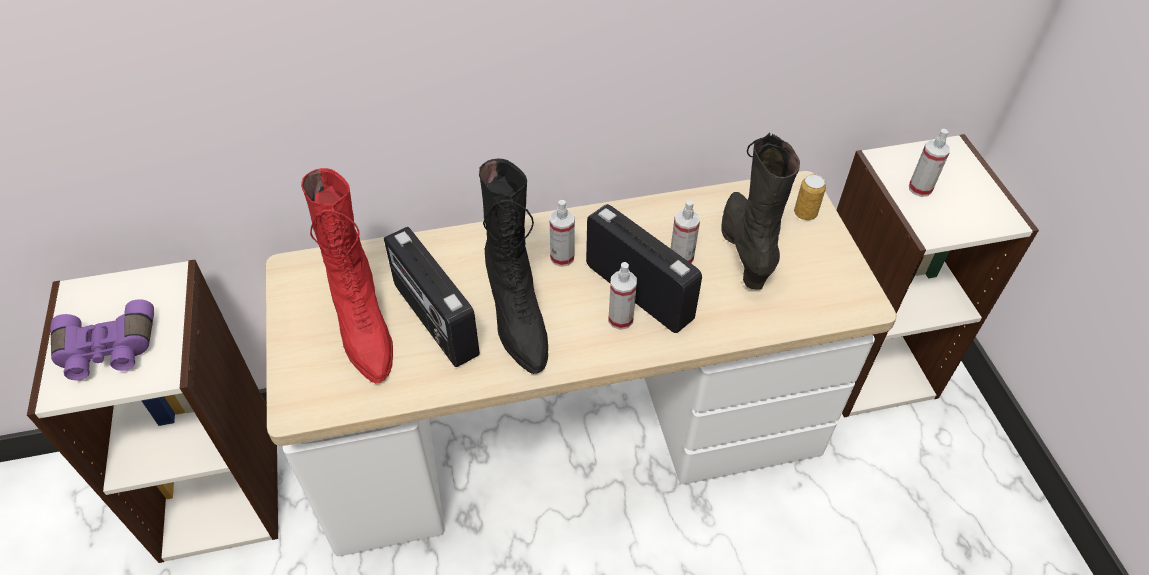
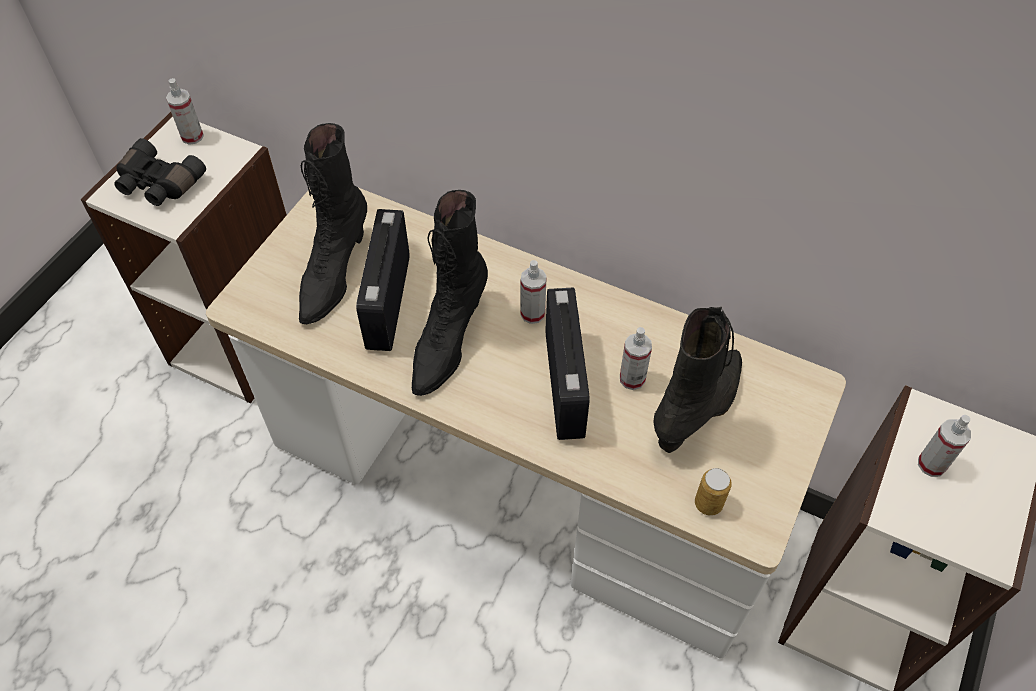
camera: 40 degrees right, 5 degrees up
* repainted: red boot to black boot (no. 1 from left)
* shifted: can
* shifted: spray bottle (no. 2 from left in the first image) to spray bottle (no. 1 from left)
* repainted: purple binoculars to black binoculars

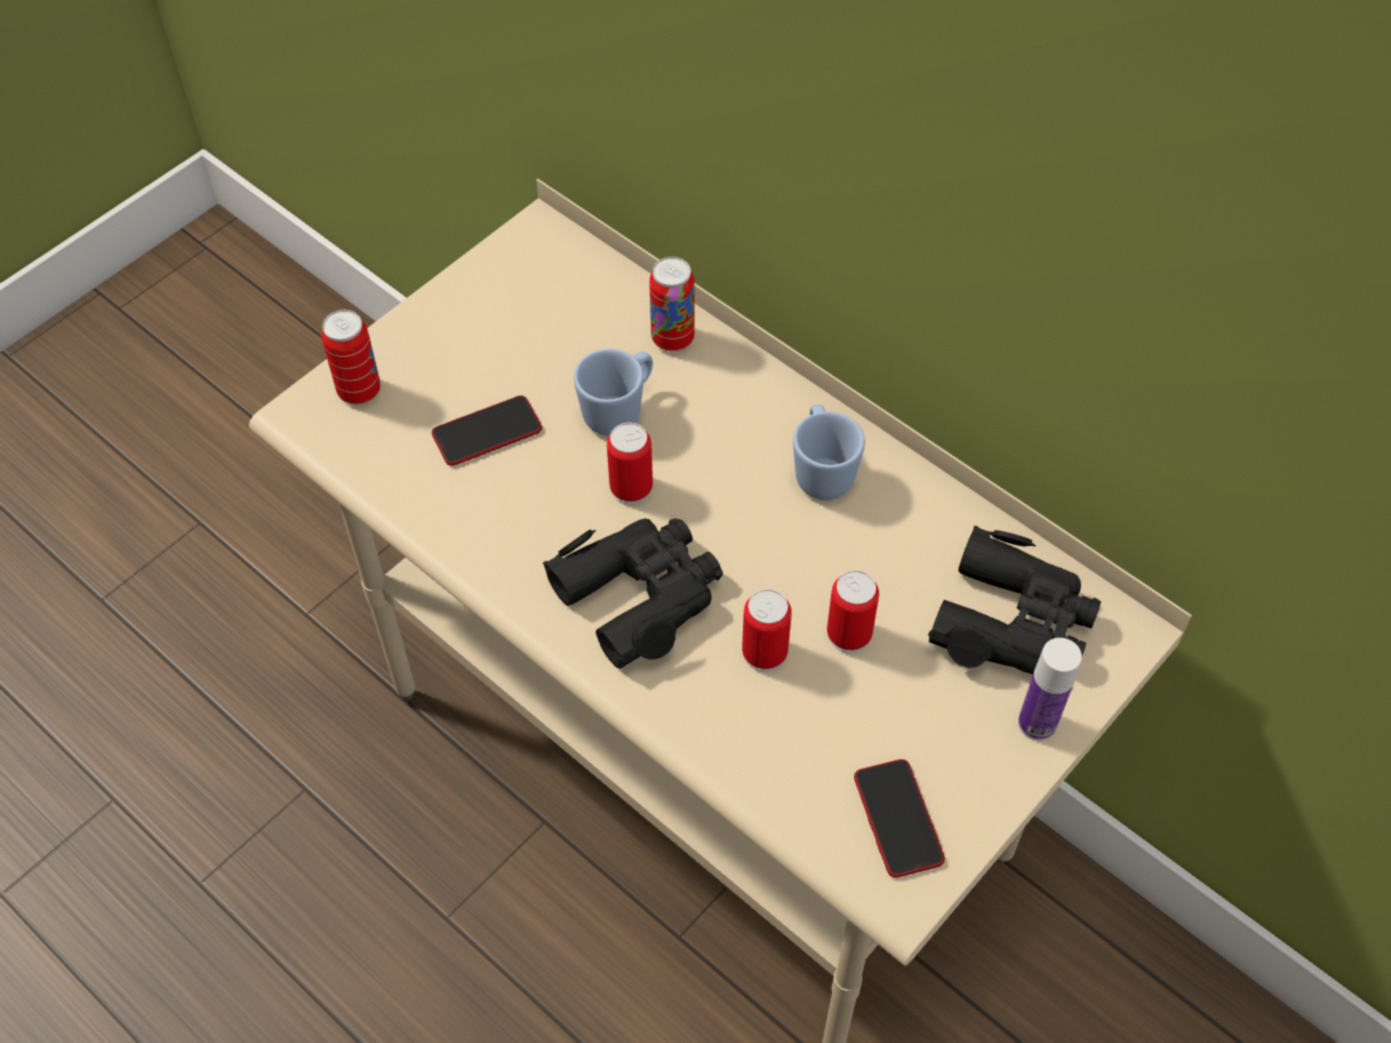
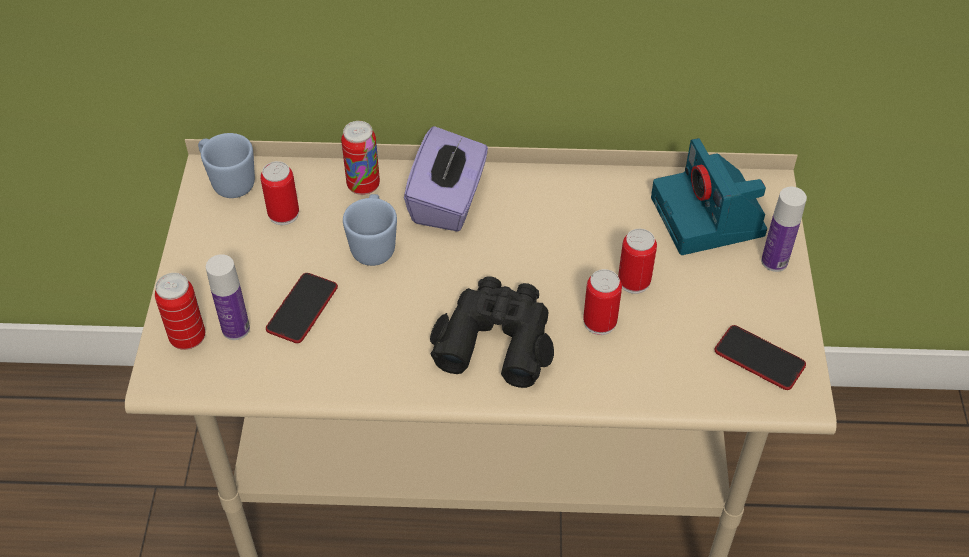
camera: 40 degrees left, 5 degrees down
* shifted: blue mug (no. 2 from left in the first image) to blue mug (no. 1 from left)
* shifted: can (no. 2 from left)
* swapped: black binoculars (no. 2 from left) to photo camera
* new: purple tissue box
* new: bottle (no. 1 from left)

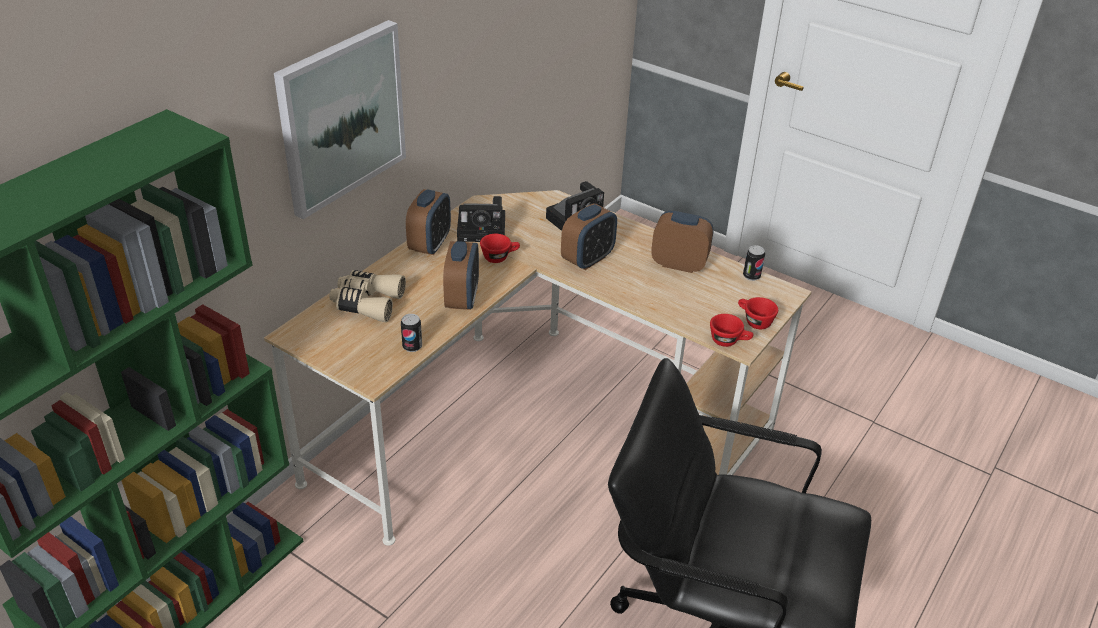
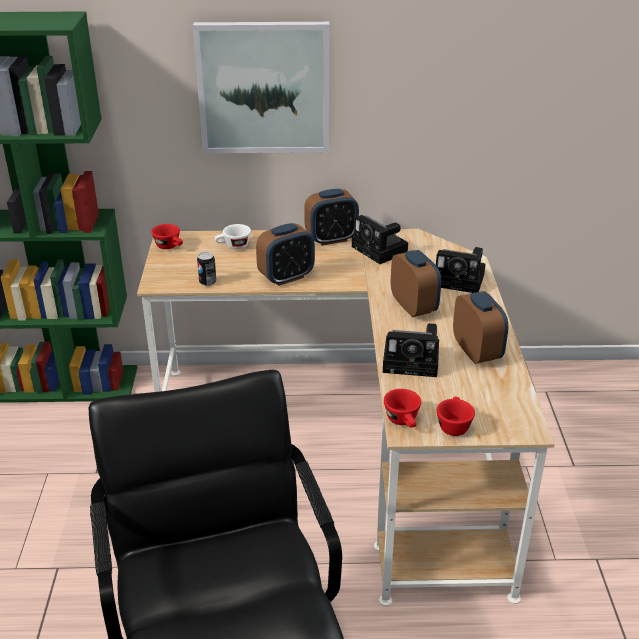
camera: 55 degrees right, 5 degrees down
* rotated: alarm clock (no. 3 from left) 120 degrees counterclockwise
* shifted: red cup (no. 1 from left)
* gone: can (no. 2 from left)
* swapped: beige binoculars to white cup
* new: photo camera (no. 2 from left)

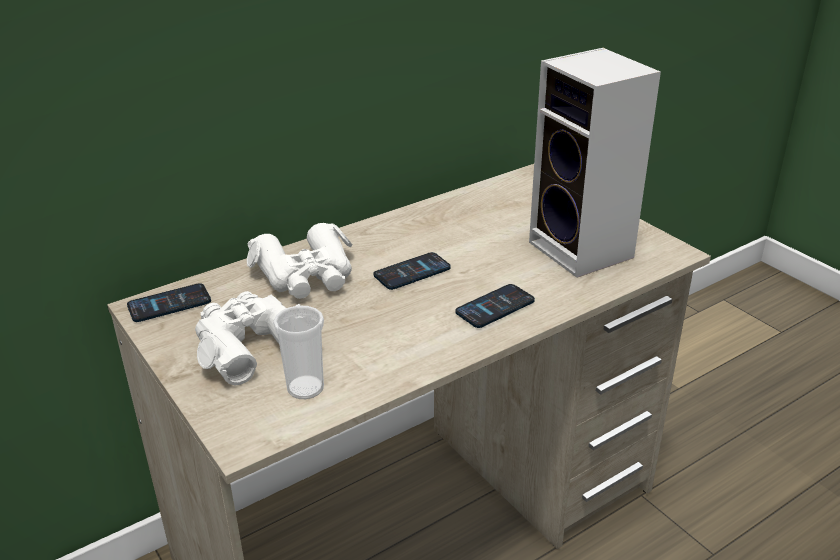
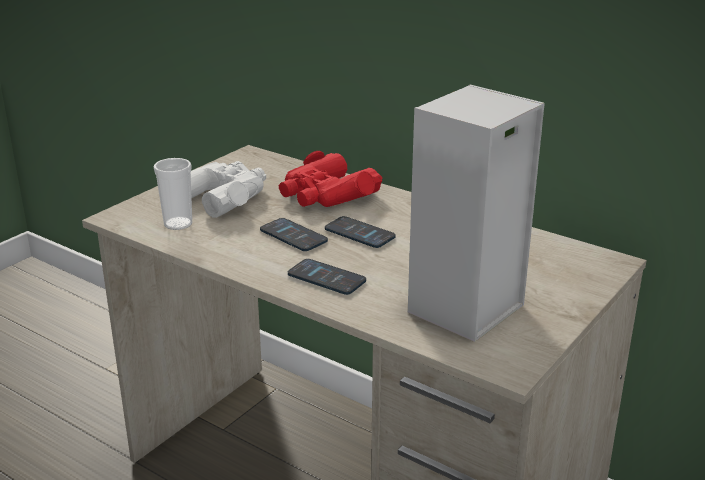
camera: 70 degrees right, 5 degrees down
* repainted: white binoculars (no. 2 from left) to red binoculars
* shifted: phone (no. 1 from left)

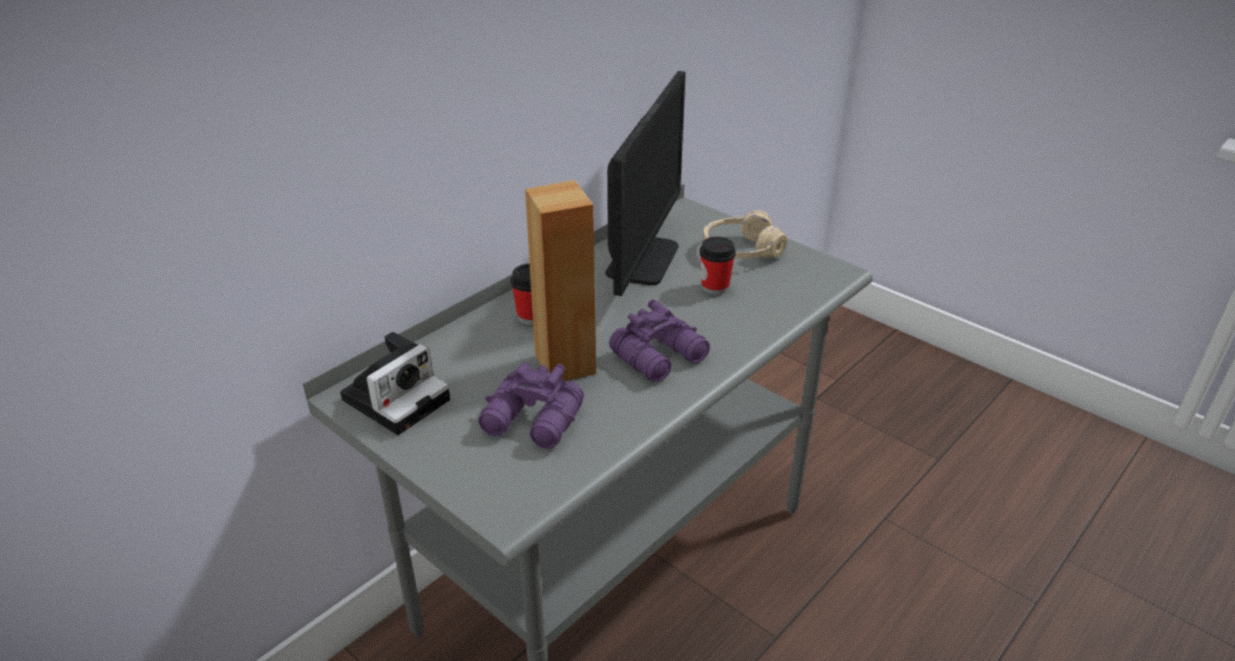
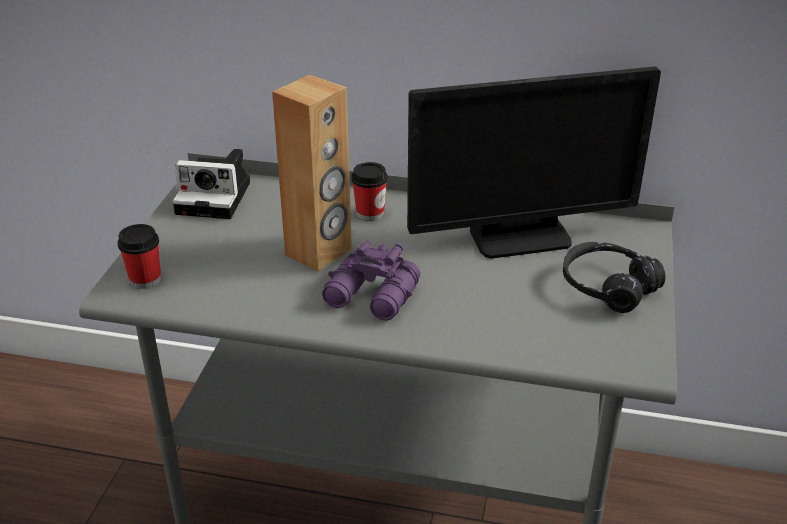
camera: 60 degrees right, 0 degrees up
* repainted: beige headphones to black headphones
* shifted: cup (no. 2 from left in the first image) to cup (no. 1 from left)
* gone: purple binoculars (no. 1 from left)

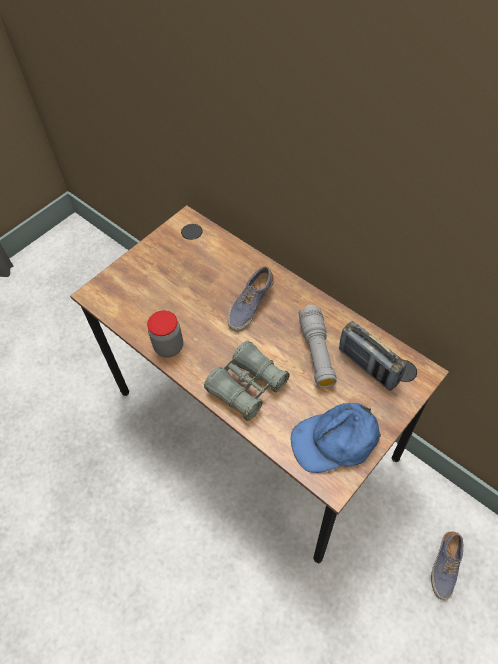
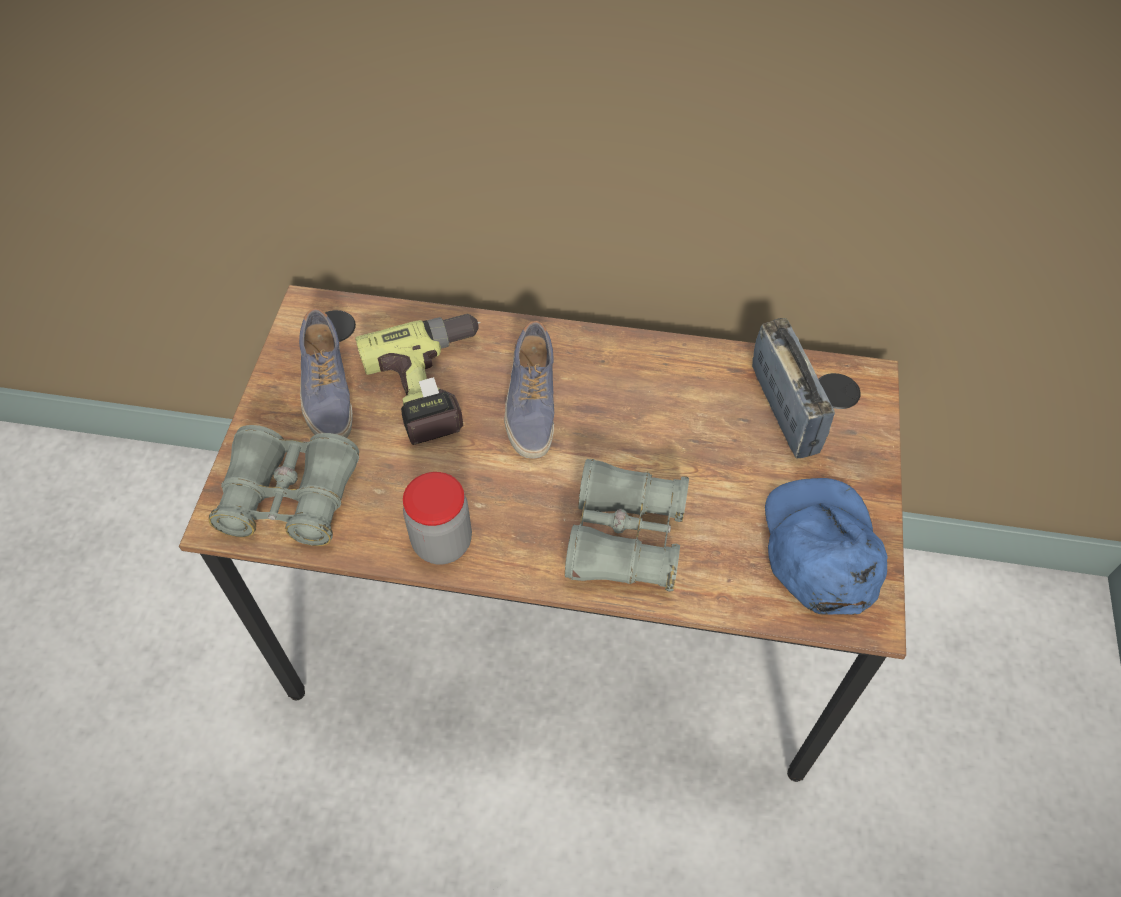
camera: 35 degrees left, 0 degrees up
* gone: grey flashlight
* rotated: radio 120 degrees counterclockwise
* rotated: blue cap 135 degrees clockwise
* shifted: shoe (no. 2 from left in the first image) to shoe (no. 1 from left)
* new: power drill
* new: grey binoculars (no. 1 from left)

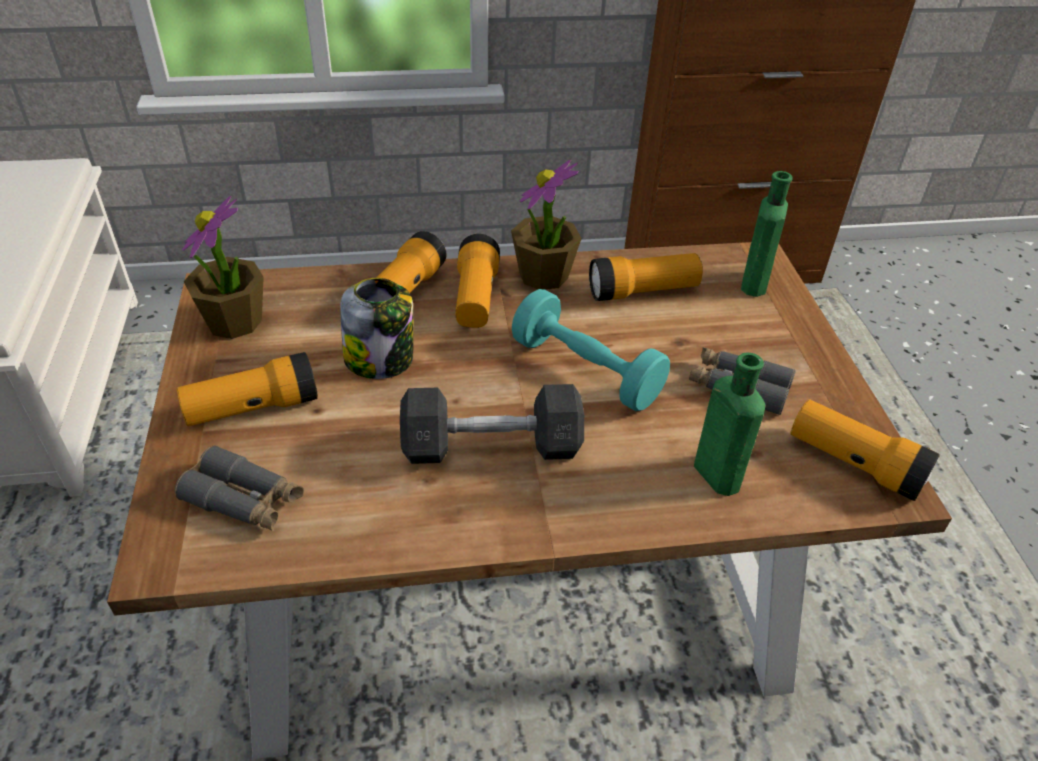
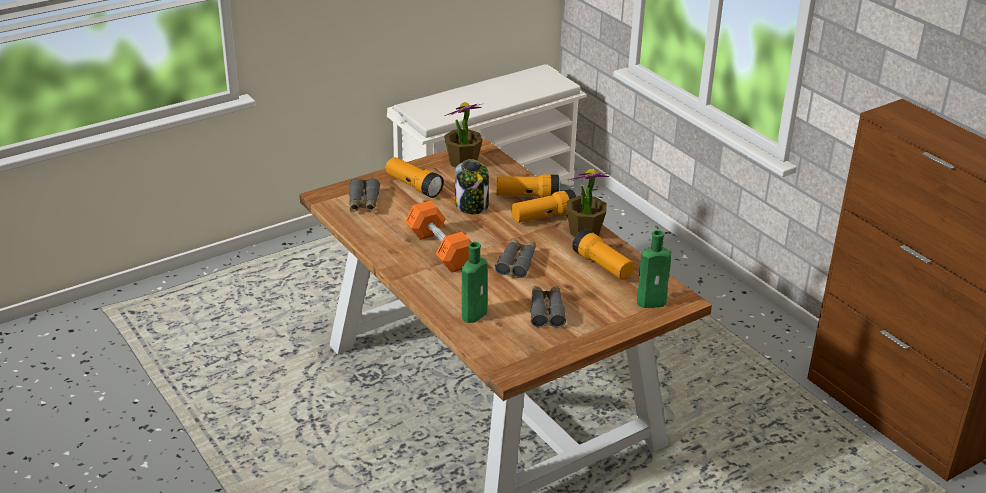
camera: 65 degrees right, 10 degrees down
* swapped: turquoise dumbbell to grey binoculars (no. 2 from left)
* repainted: grey dumbbell to orange dumbbell
* gone: flashlight (no. 5 from left)

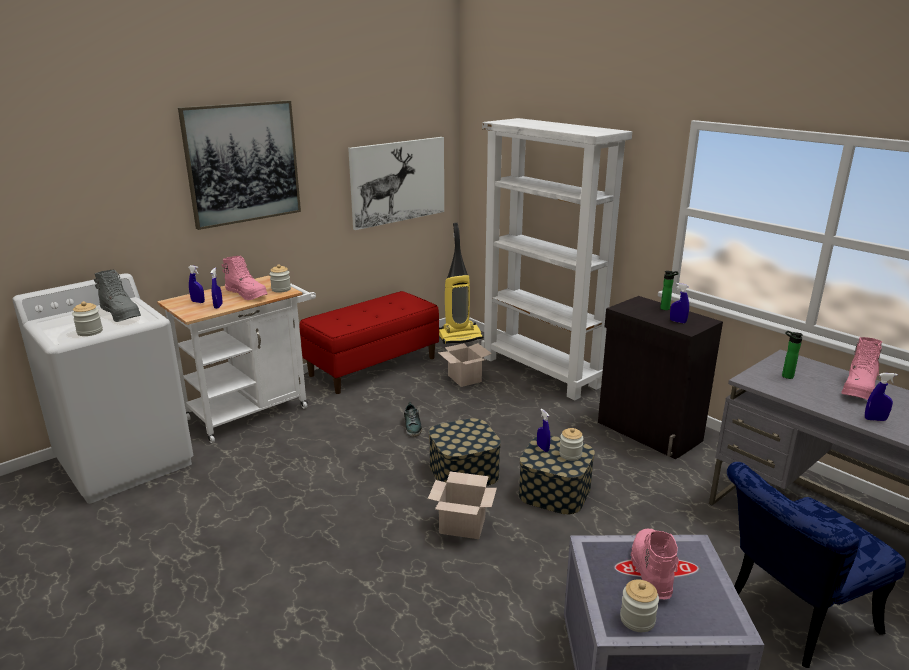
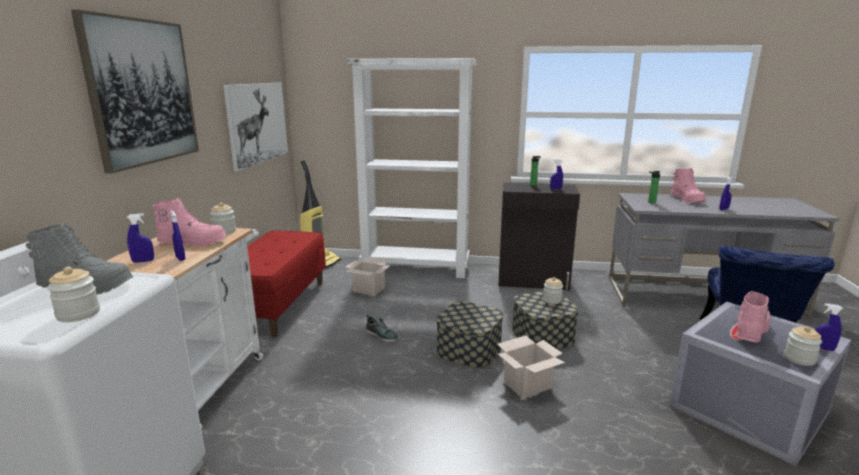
camera: 40 degrees left, 5 degrees down
* shifted: blue spray bottle (no. 3 from left in the first image) to blue spray bottle (no. 5 from left)
* rotated: pink boot (no. 2 from left in the first image) 75 degrees clockwise

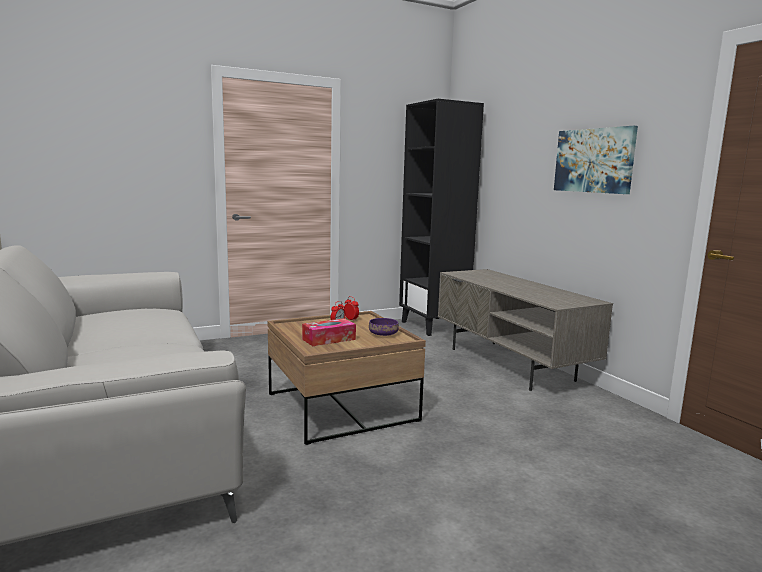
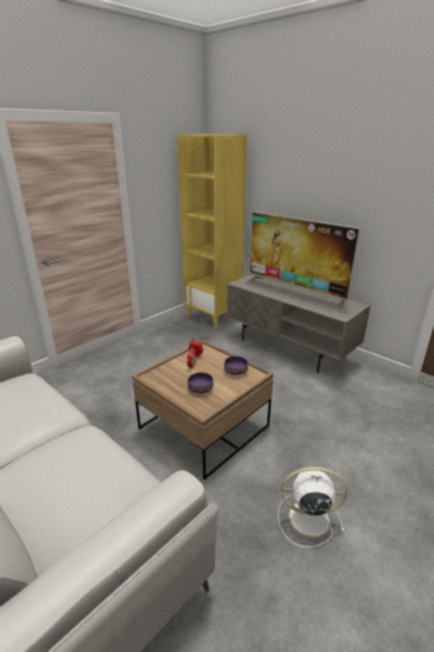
camera: 20 degrees left, 15 degrees up
* repainted: black bookcase to yellow bookcase
* gone: picture
* swapped: tissue box to purple bowl (no. 1 from left)
* new: television
* new: white fan

